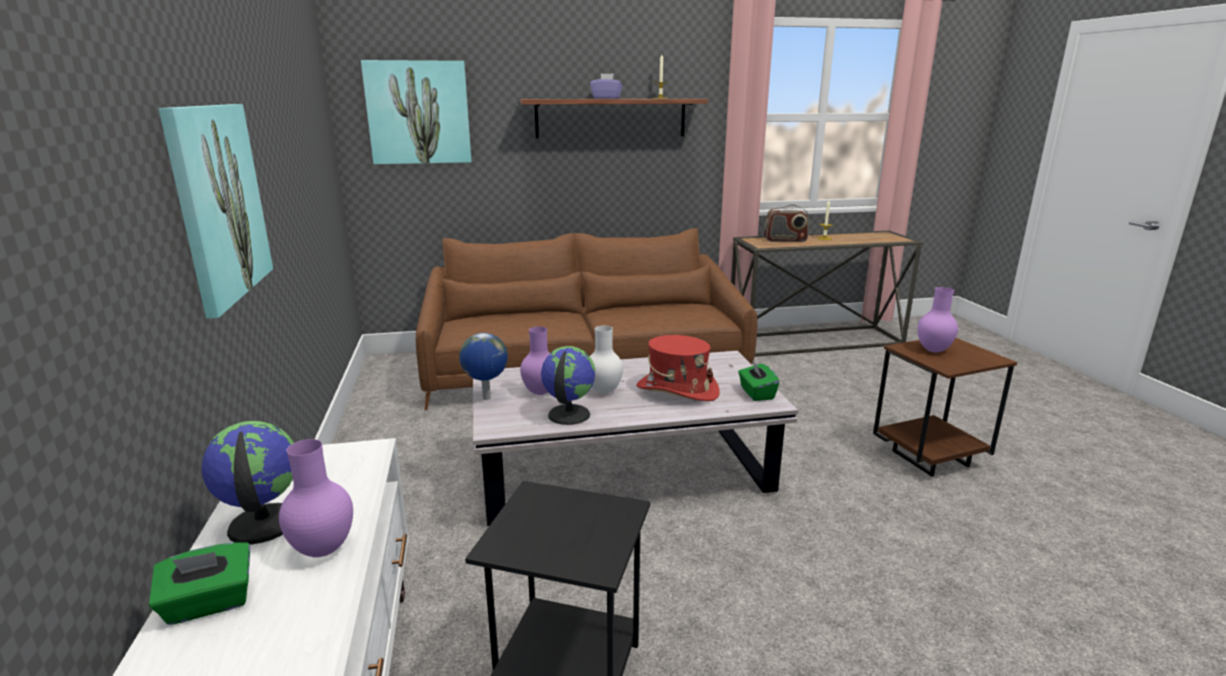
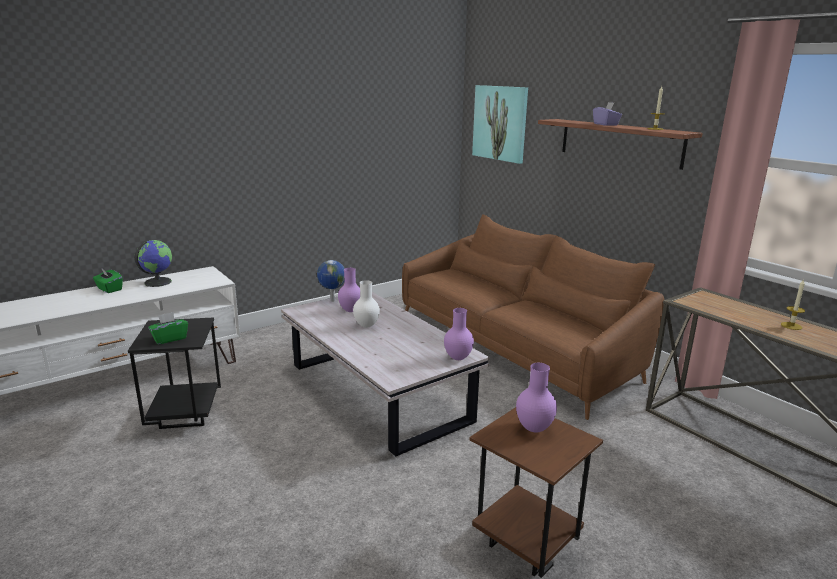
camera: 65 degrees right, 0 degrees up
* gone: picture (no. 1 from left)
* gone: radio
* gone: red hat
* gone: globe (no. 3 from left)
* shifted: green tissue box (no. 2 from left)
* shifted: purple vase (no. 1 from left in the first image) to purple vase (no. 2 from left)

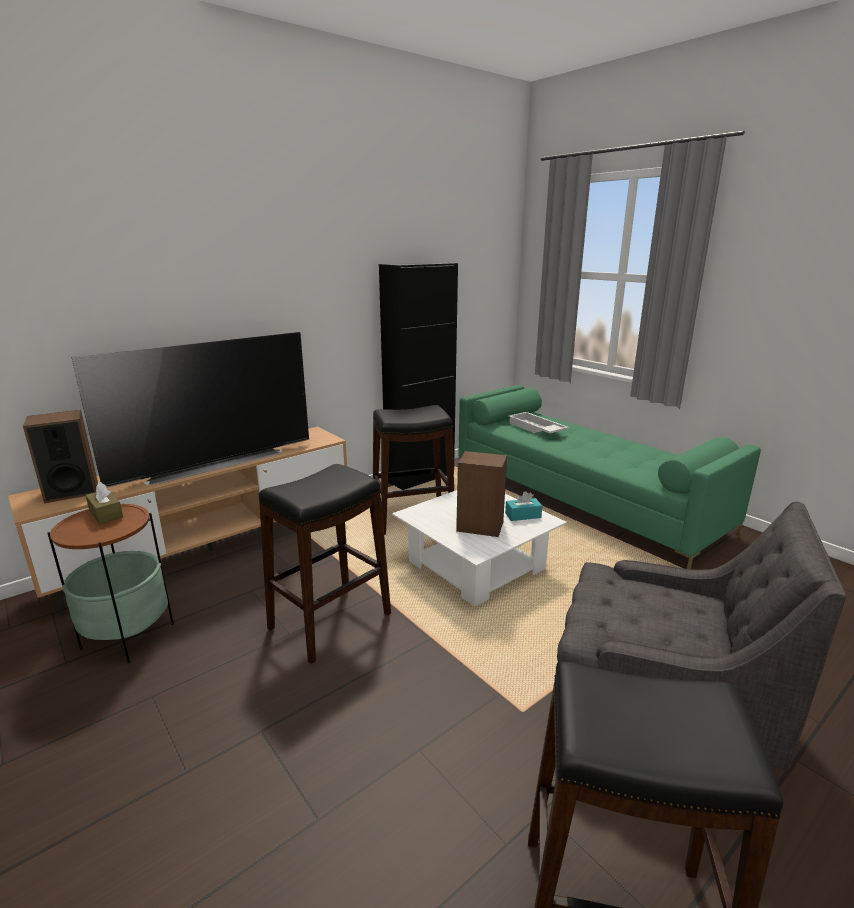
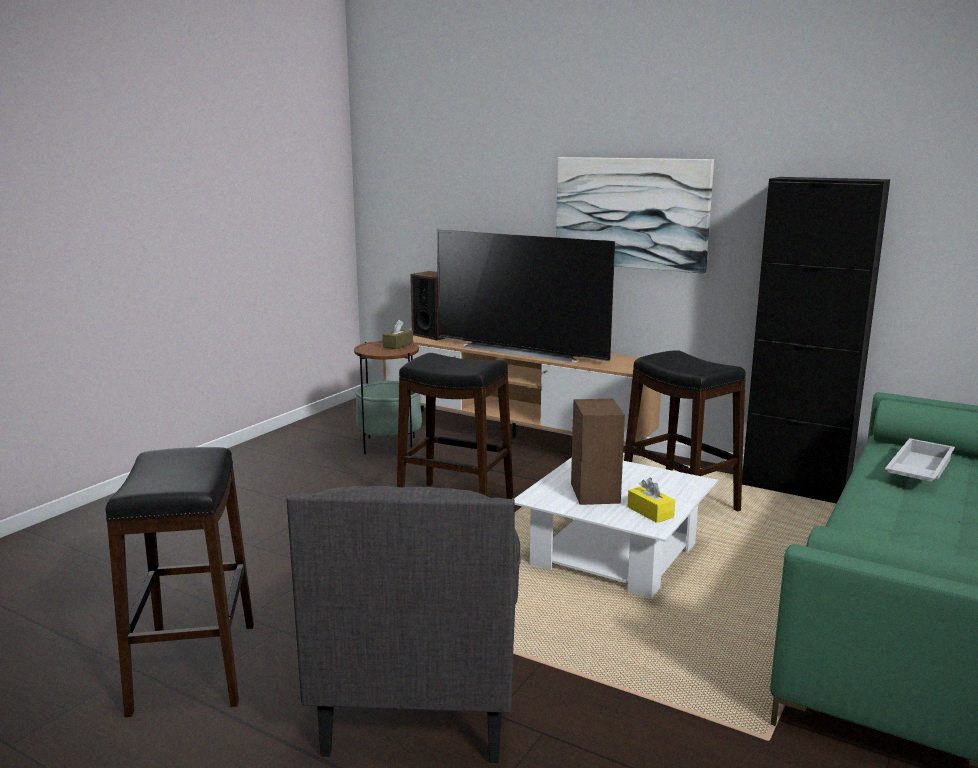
camera: 70 degrees right, 5 degrees down
* repainted: turquoise tissue box to yellow tissue box
* new: picture

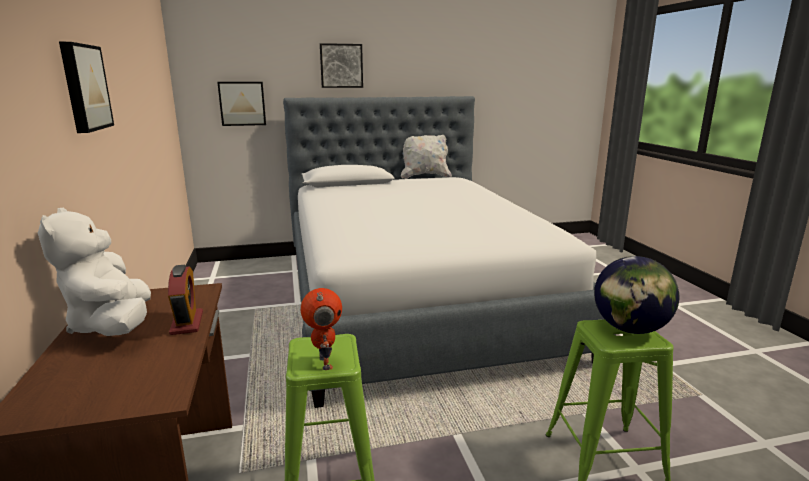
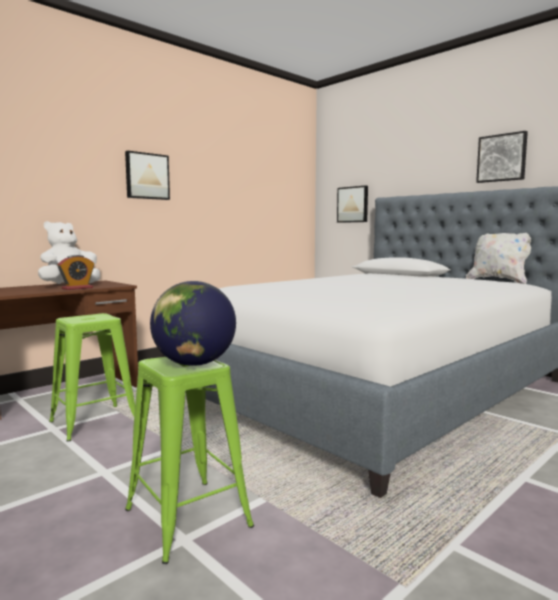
camera: 60 degrees right, 10 degrees down
* shifted: picture (no. 3 from left)
* gone: toy robot

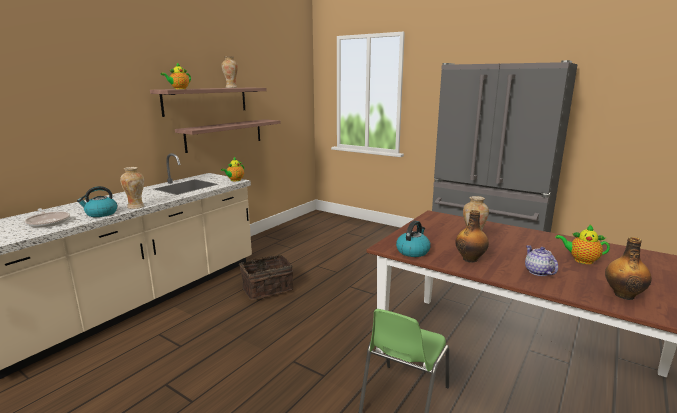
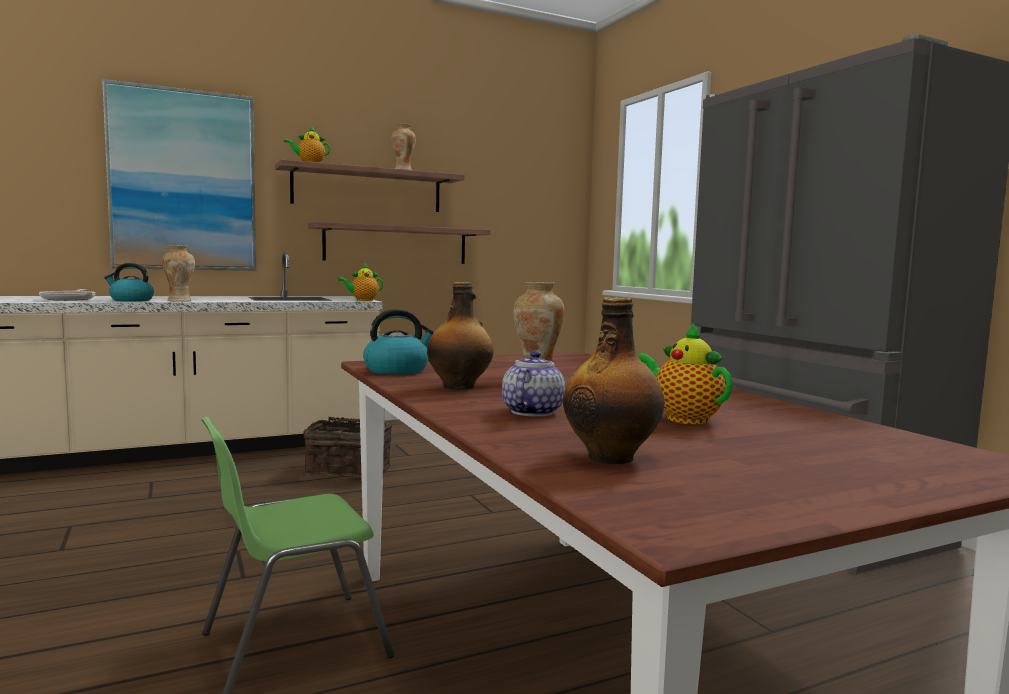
camera: 30 degrees right, 10 degrees down
* new: picture

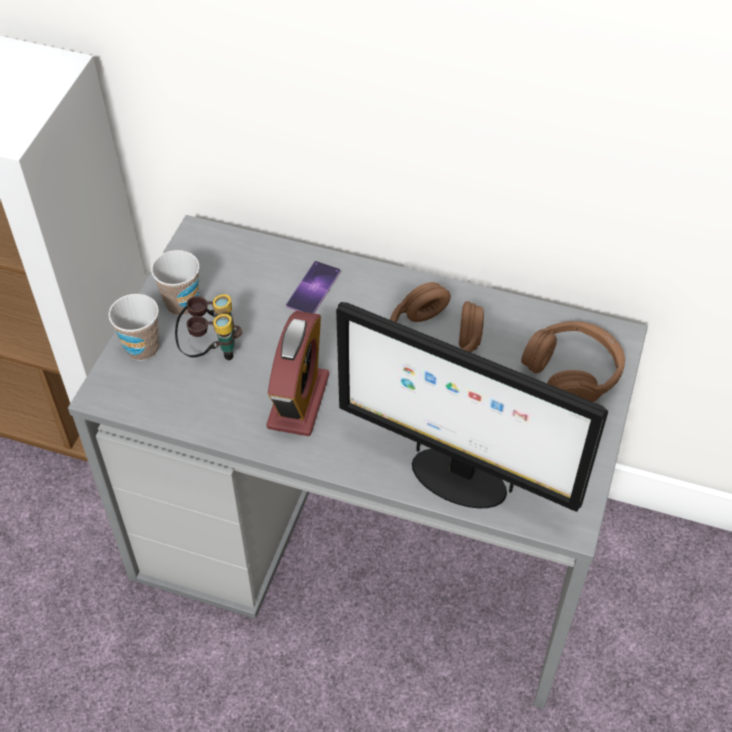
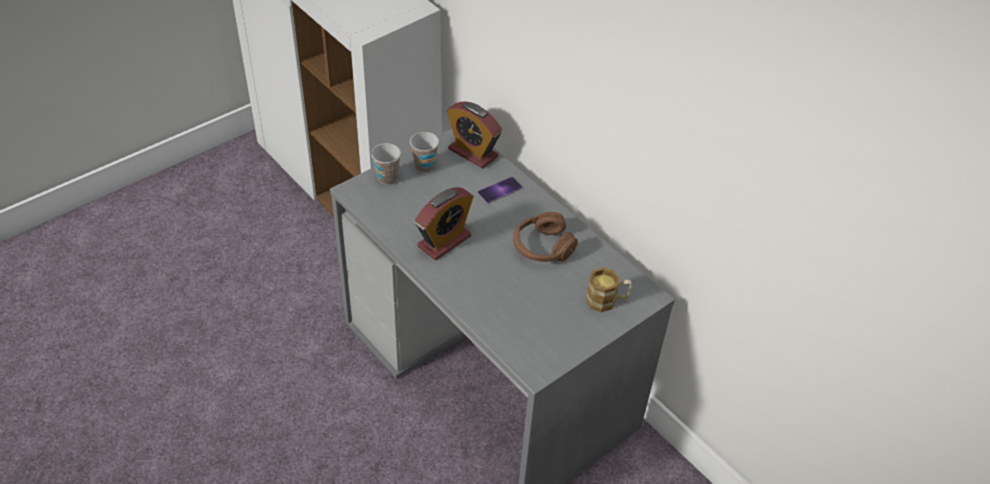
camera: 30 degrees right, 5 degrees down
* gone: binoculars
* gone: monitor
* swapped: brown headphones (no. 2 from left) to mug
* new: alarm clock (no. 2 from left)

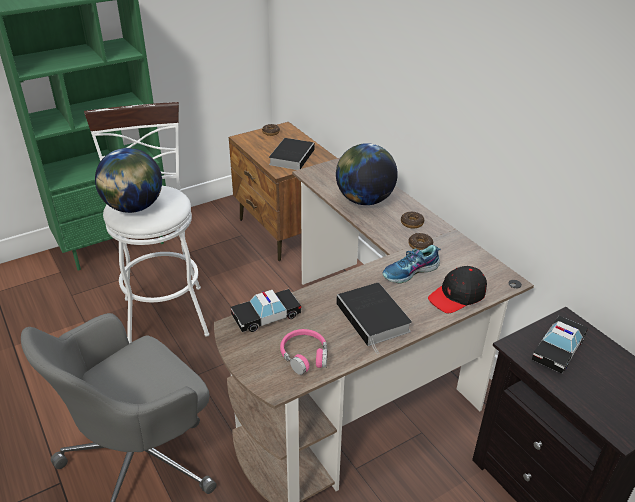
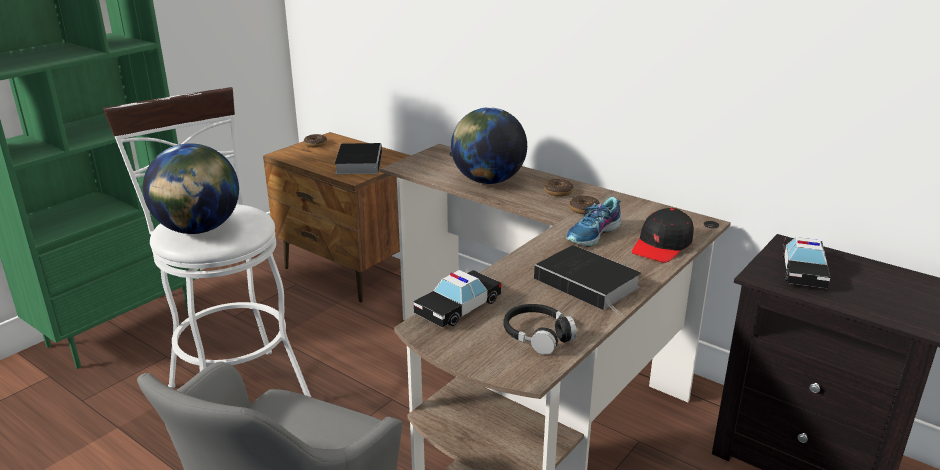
camera: 20 degrees left, 10 degrees down
* repainted: pink headphones to black headphones

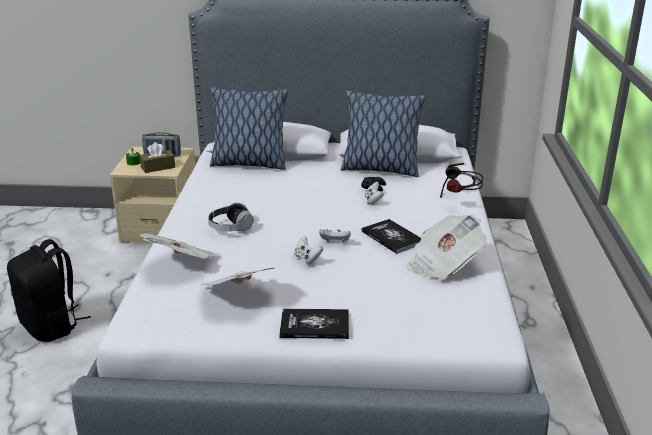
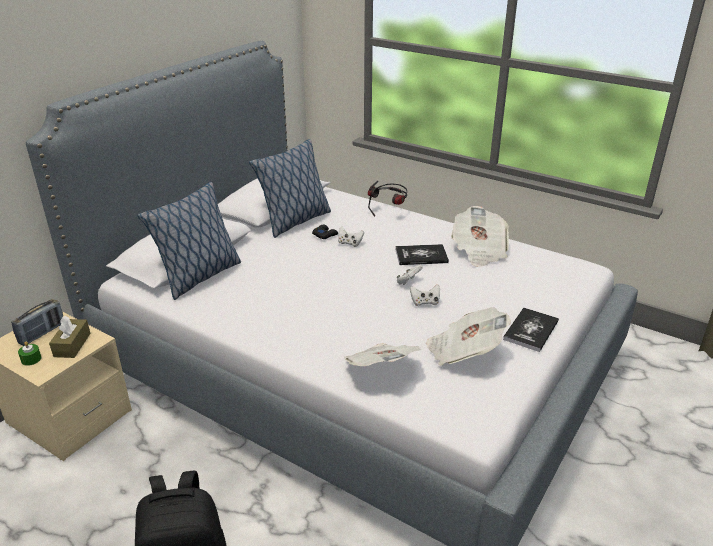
camera: 60 degrees left, 5 degrees up
* gone: headphones (no. 1 from left)

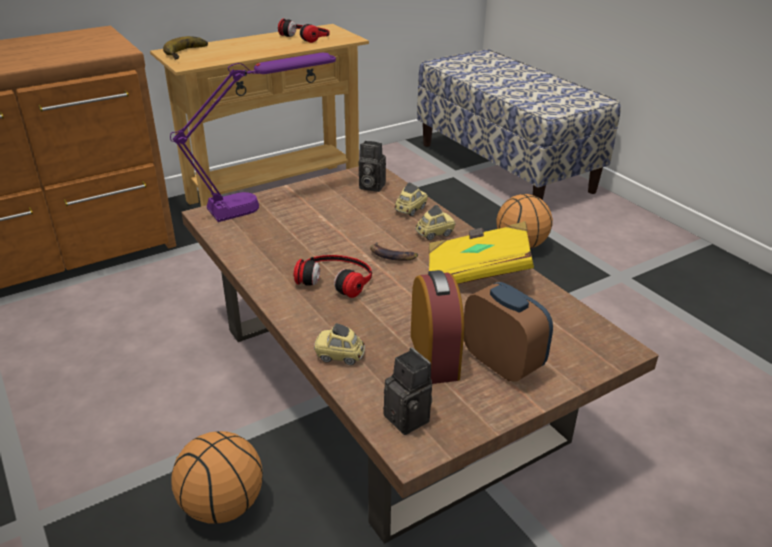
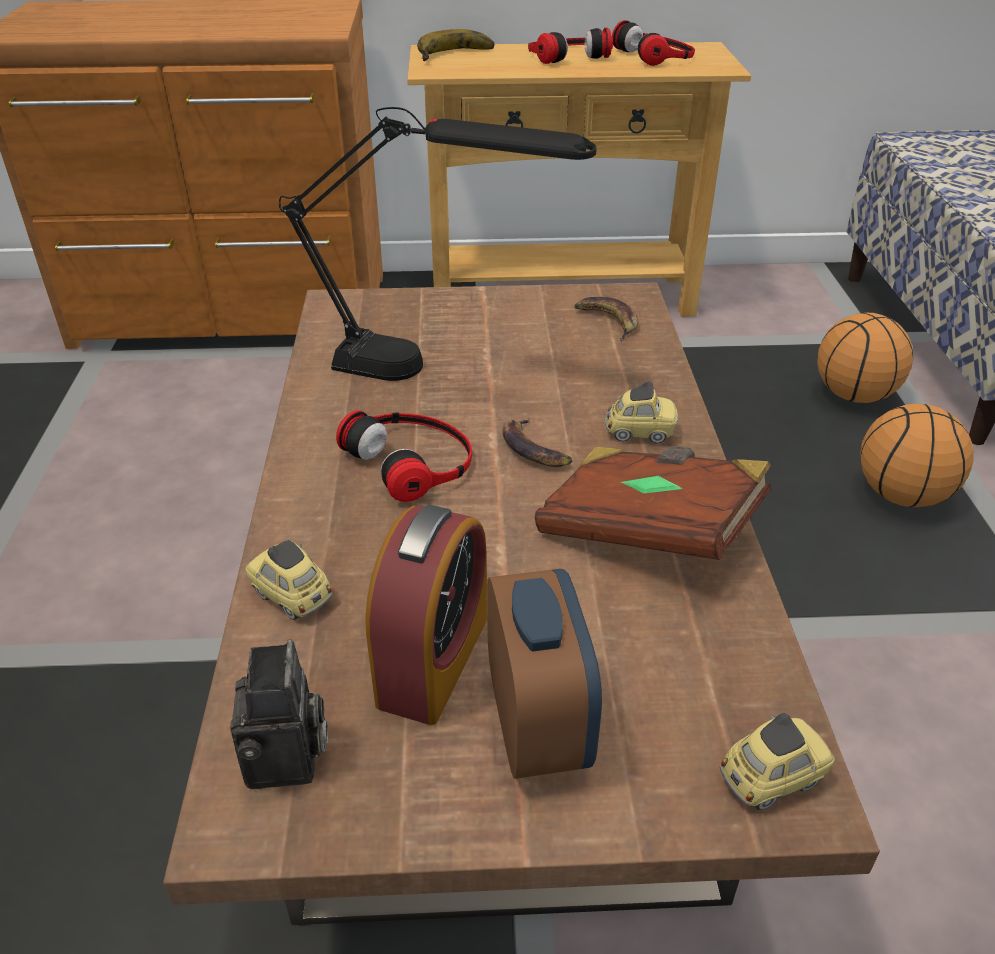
camera: 30 degrees right, 5 degrees up
* gone: purple table lamp
* swapped: photo camera (no. 1 from left) to banana (no. 3 from left)
* shifted: toy car (no. 2 from left in the first image) to toy car (no. 3 from left)
* repainted: yellow book to brown book
* shifted: basketball (no. 1 from left)
* new: headphones (no. 2 from left)
* new: black table lamp

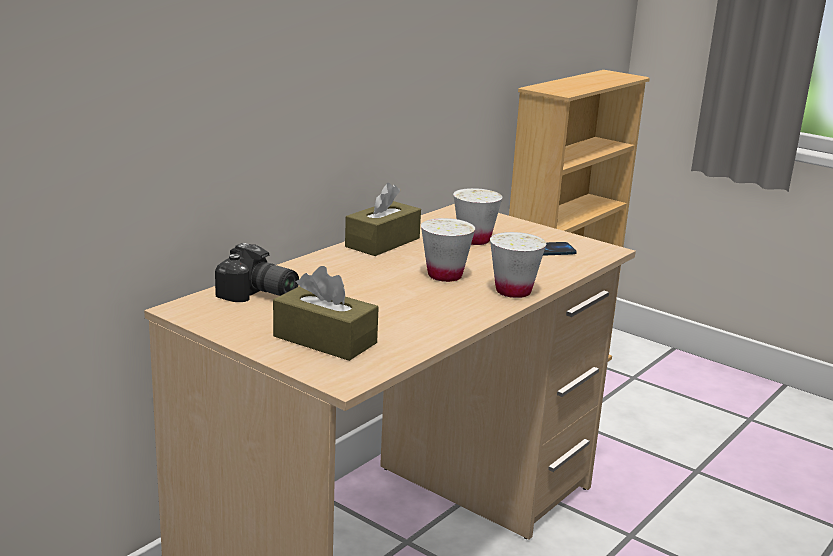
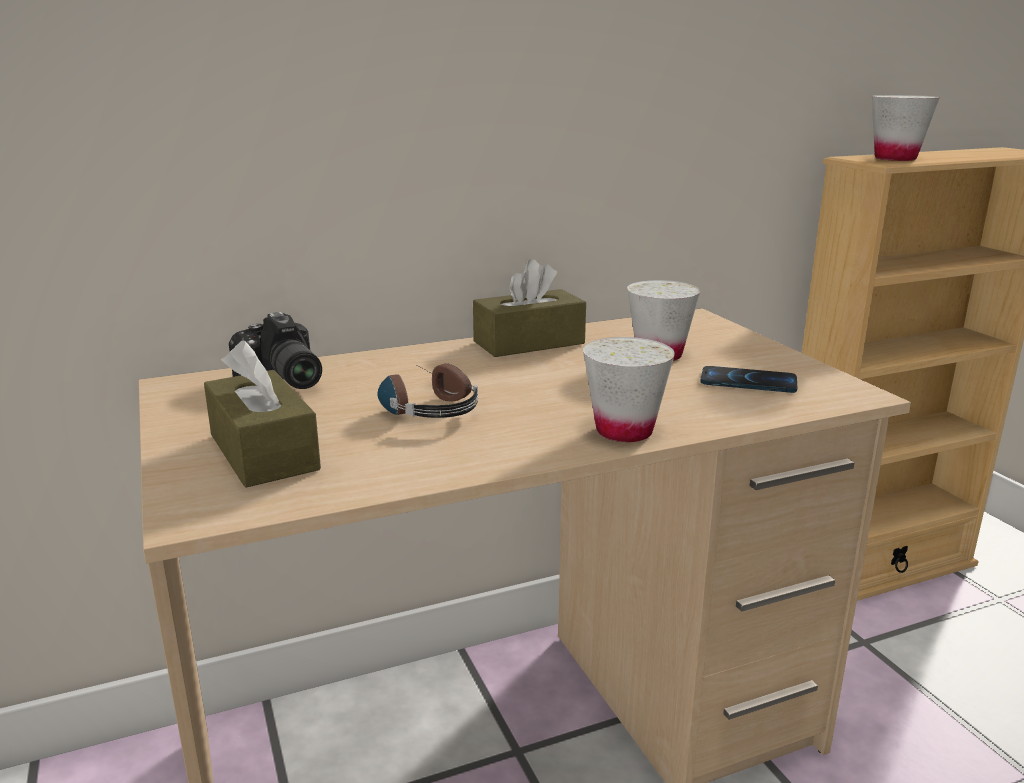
camera: 30 degrees right, 0 degrees up
* shifted: white cup (no. 1 from left in the first image) to white cup (no. 3 from left)
* new: headphones

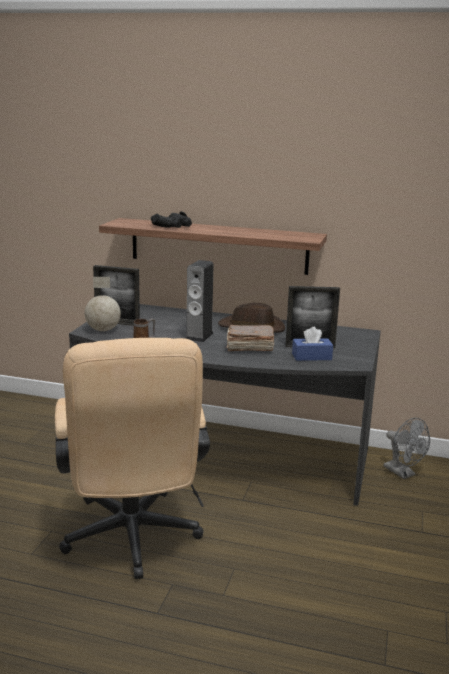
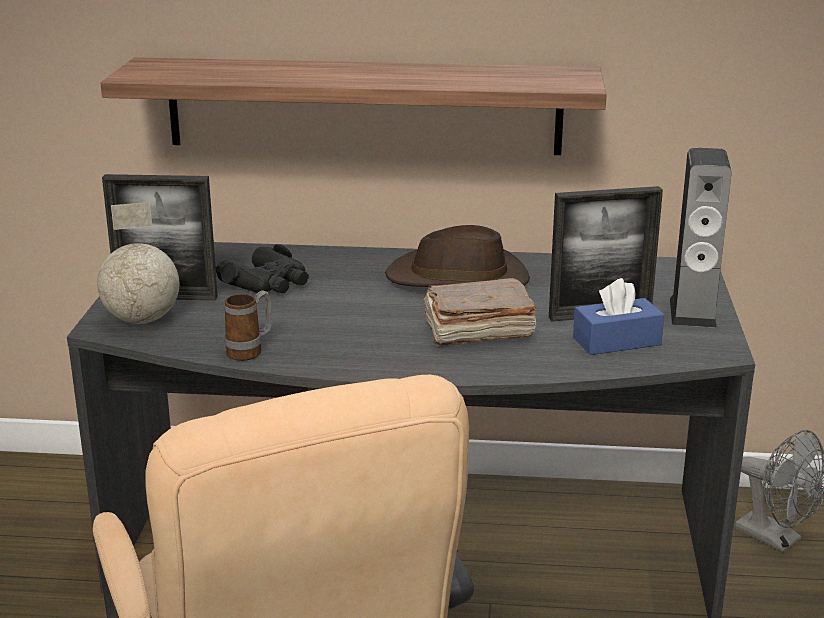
camera: 10 degrees left, 5 degrees up
* shifted: black binoculars
* shifted: speaker

